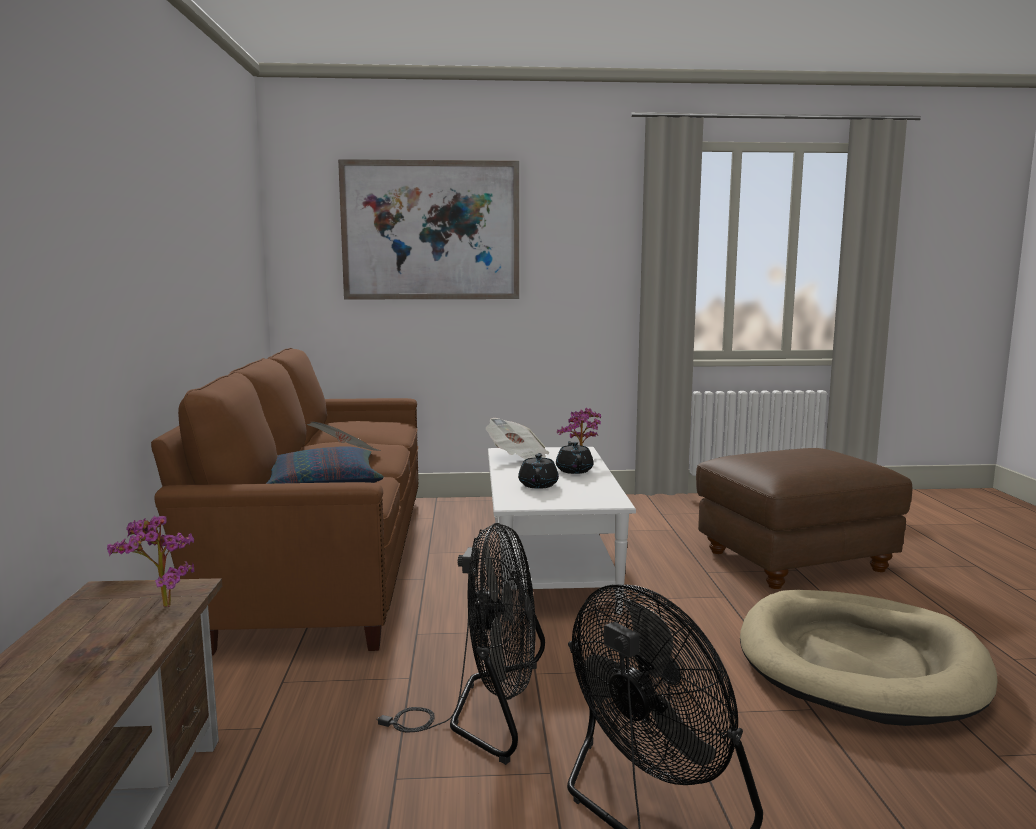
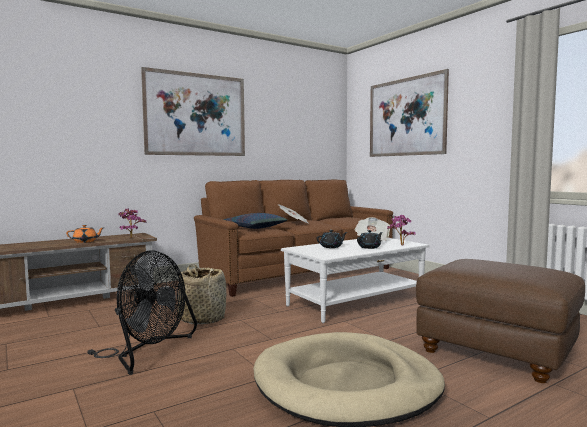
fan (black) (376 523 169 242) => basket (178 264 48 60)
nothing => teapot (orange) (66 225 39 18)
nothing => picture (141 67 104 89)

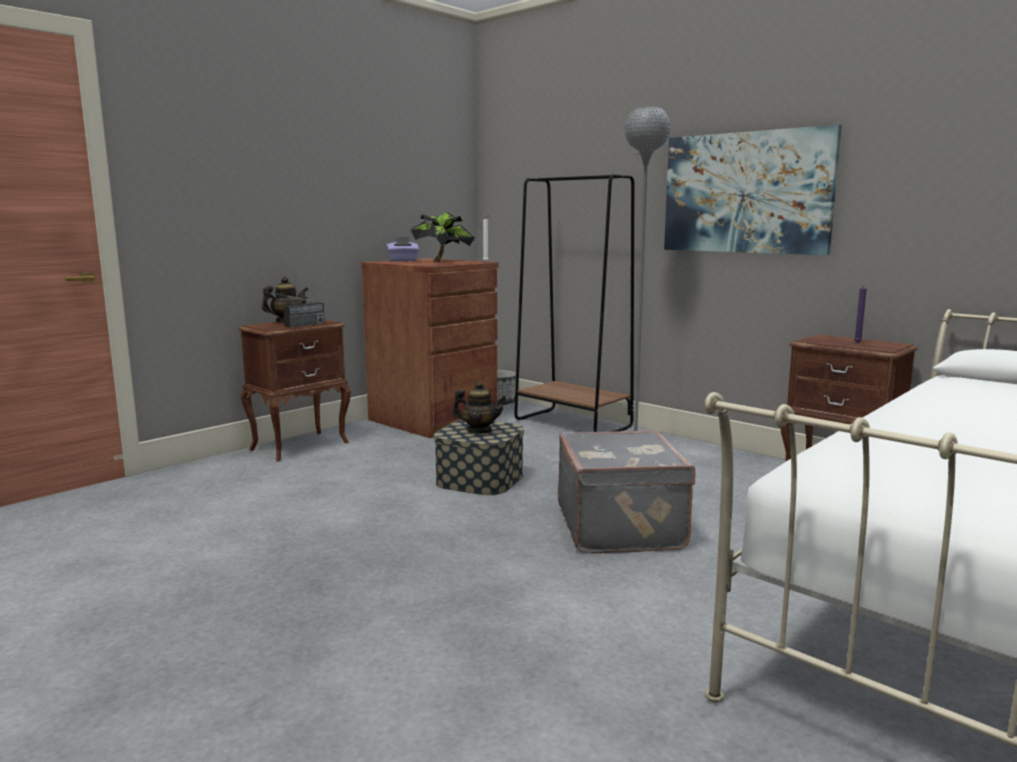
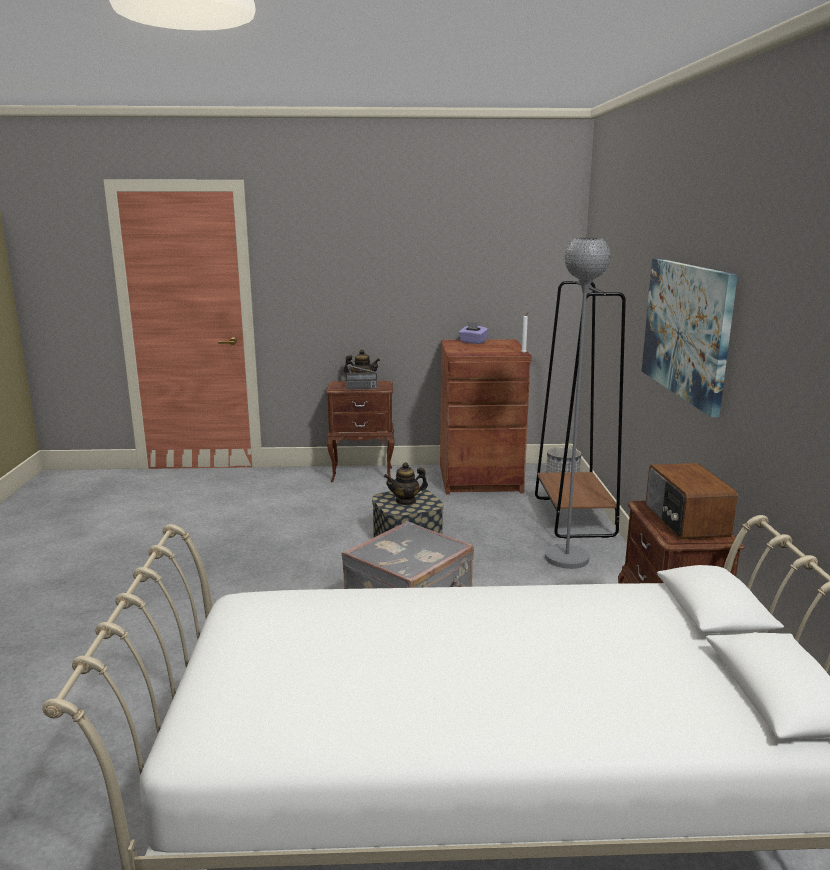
potted plant (411 212 64 50) => nothing
teapot (452 381 54 52) => teapot (384 462 44 43), 105 degrees clockwise
candle (purple) (854 282 13 61) => radio (646 463 92 76)

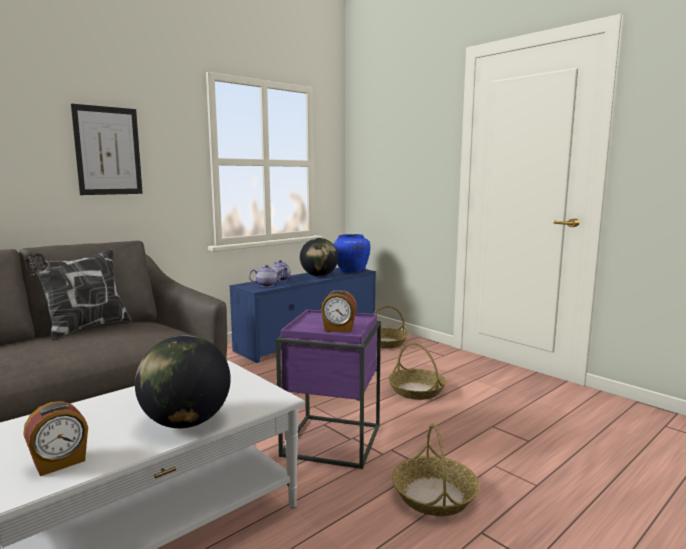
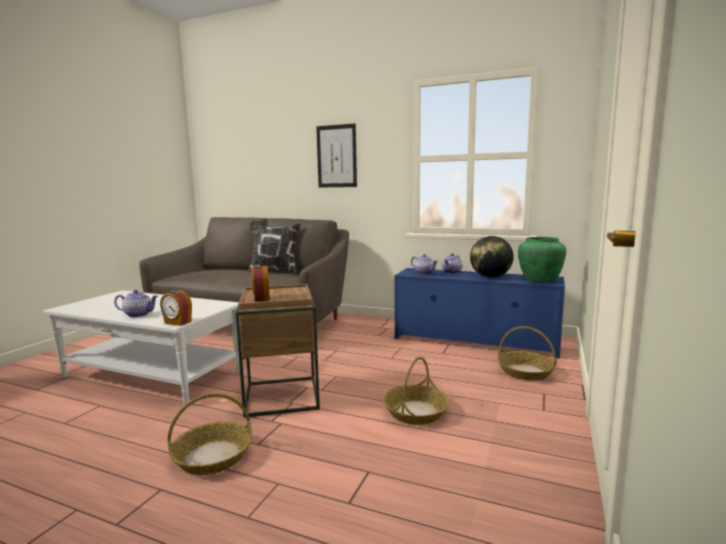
alarm clock (23 401 65 75) => alarm clock (160 290 32 36), shifted
globe (135 335 96 93) => teapot (114 290 44 27)
side table (purple) (276 309 105 160) => side table (brown) (236 284 84 134)
vase (blue) (333 234 37 39) => vase (green) (518 237 48 45)

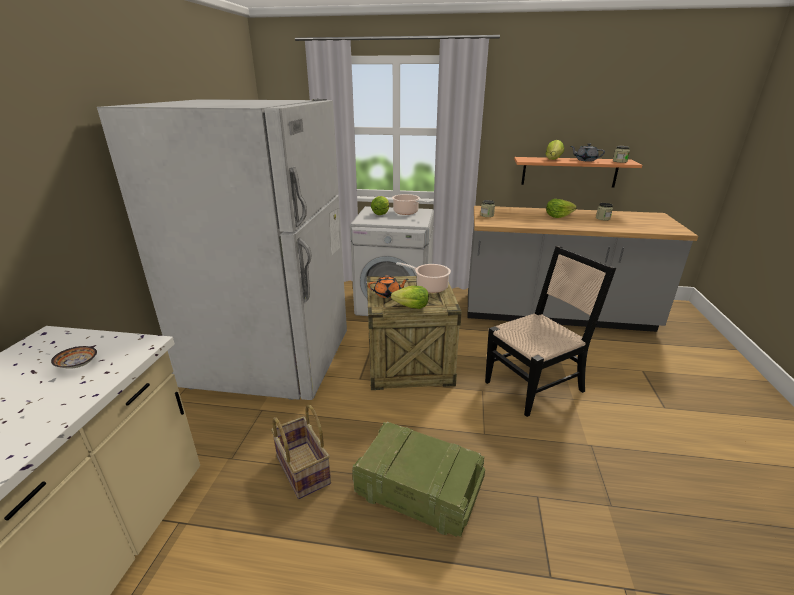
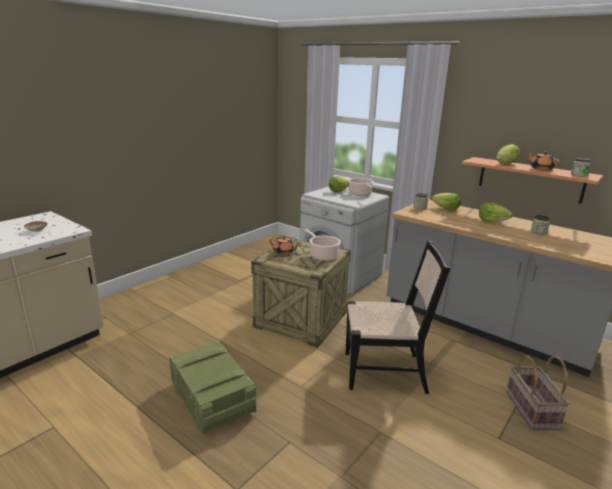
fridge (white) (97 98 250 302) => nothing
basket (271 405 60 94) => basket (506 355 64 75), shifted
lettuce (391 286 38 23) => lettuce (432 193 29 18), shifted
teapot (grey) (571 143 34 19) => teapot (orange) (528 151 32 20)

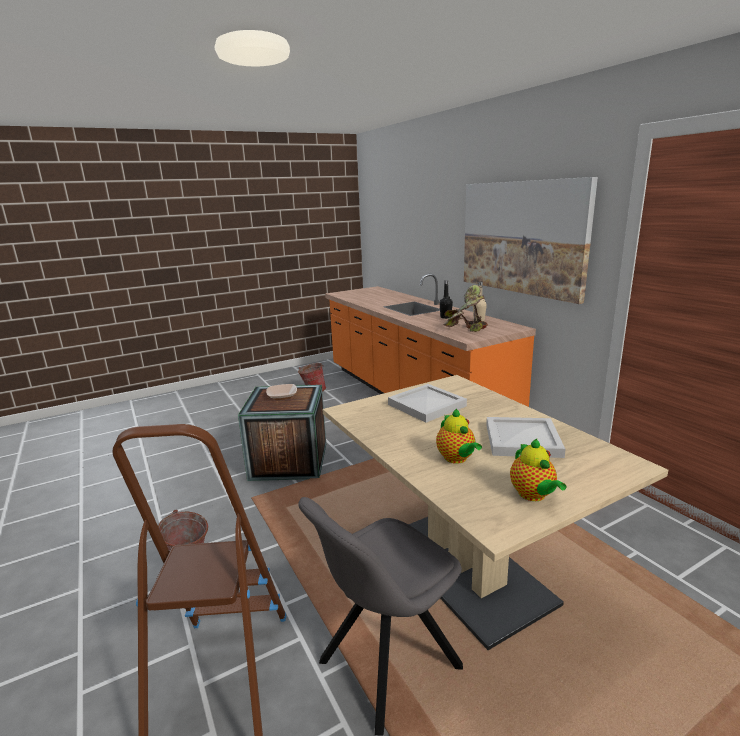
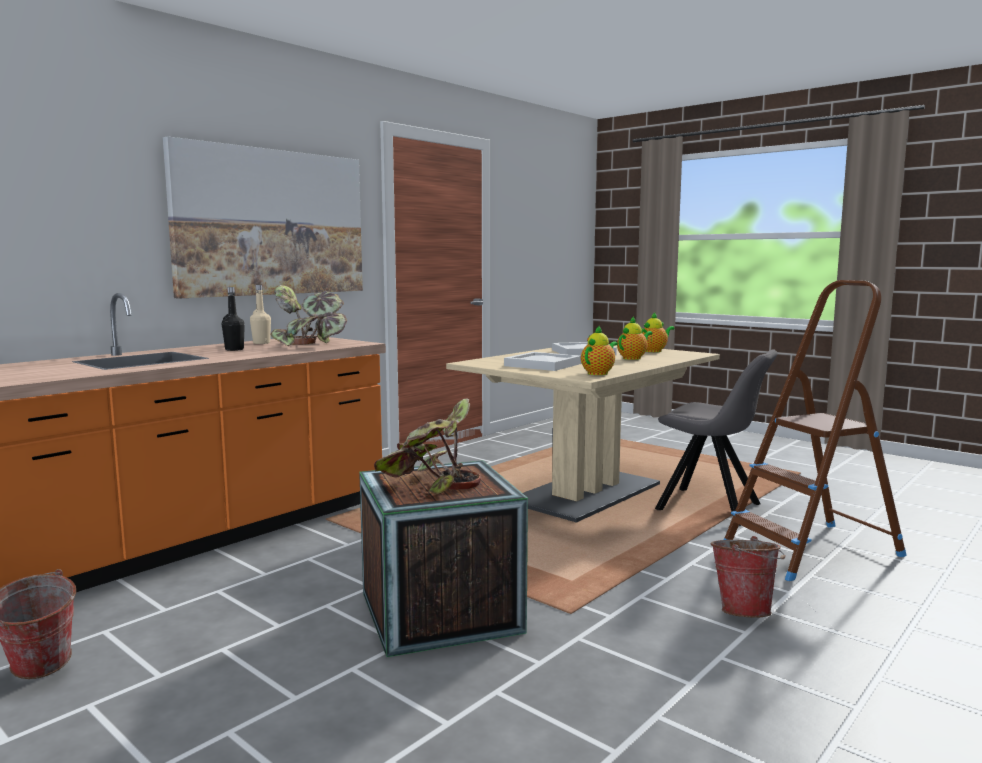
bowl (266 384 31 16) => potted plant (374 399 107 95)
nothing => teapot (581 325 37 50)

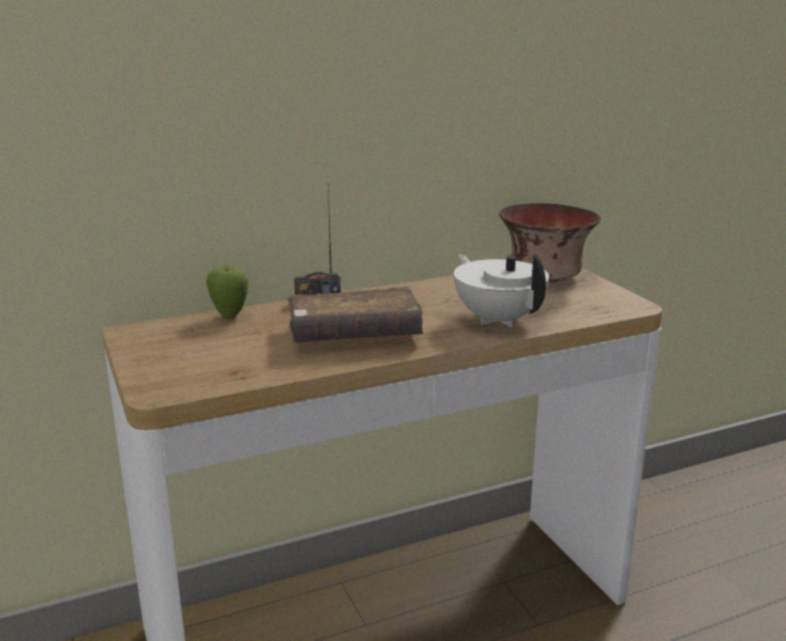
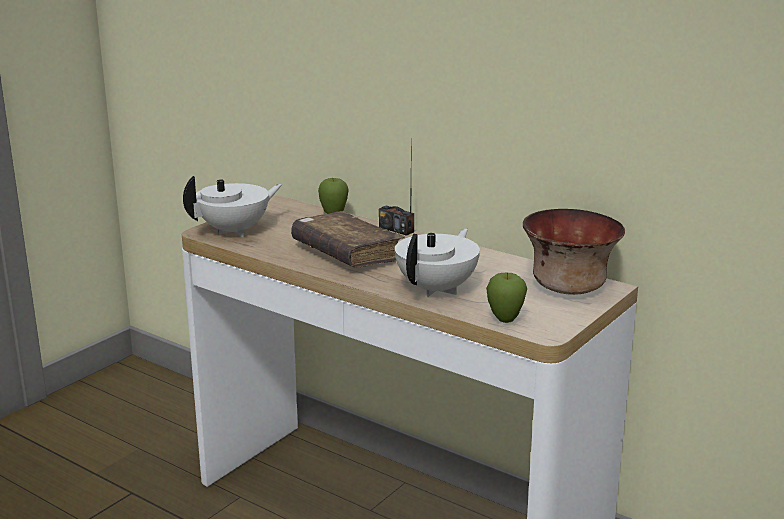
nothing => teapot (white) (183 176 99 61)
nothing => apple (486 273 41 50)

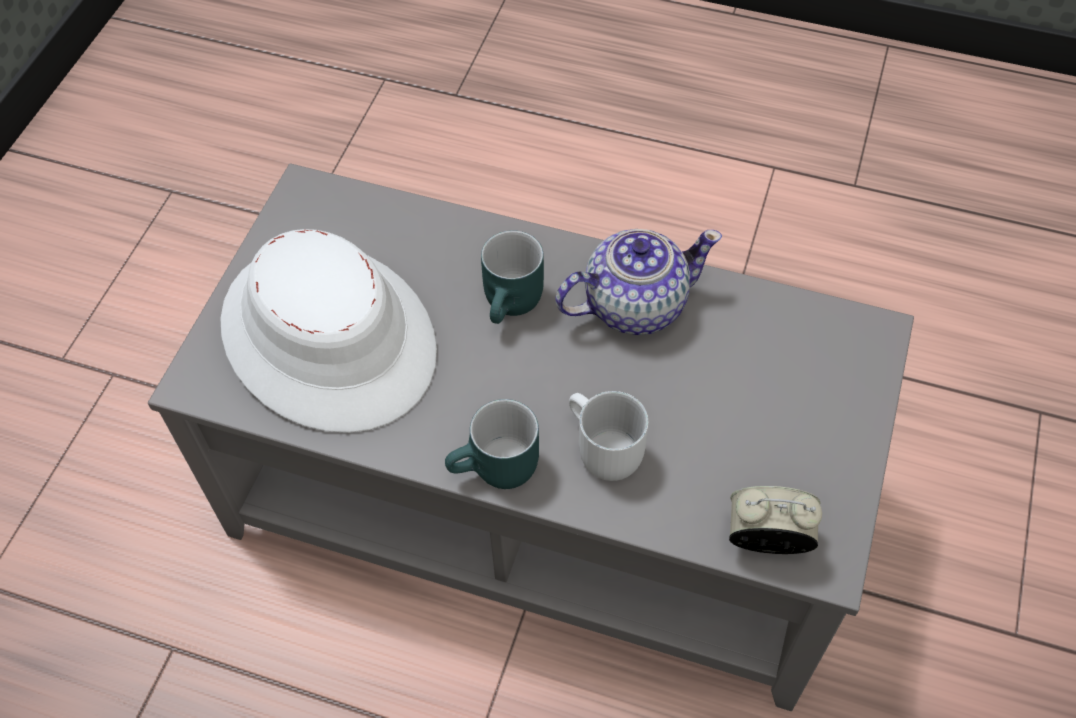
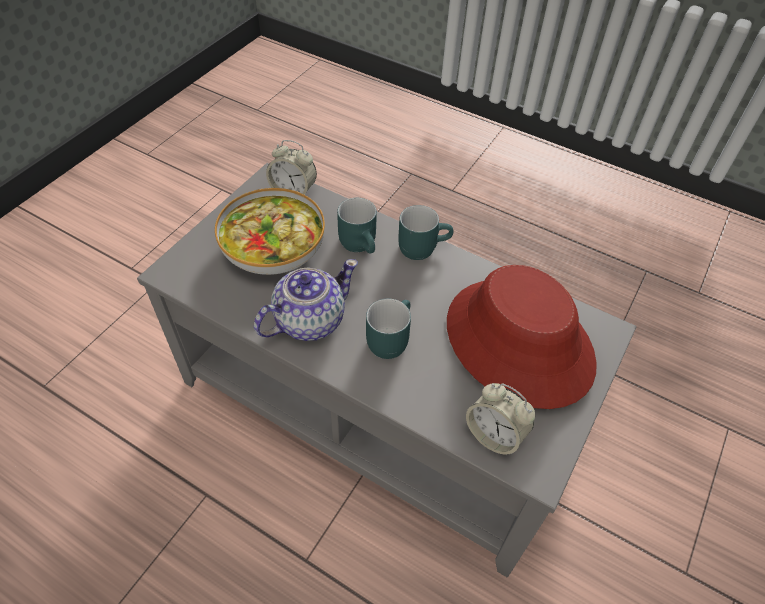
hat (white) (221 229 216 204) => hat (red) (447 265 150 144)
teapot (555 229 167 106) => teapot (254 259 104 82), 150 degrees clockwise
mug (white) (569 391 79 90) => mug (turquoise) (337 198 40 56)
nothing => bowl (215 188 110 87)
nothing => alarm clock (466 383 69 72)

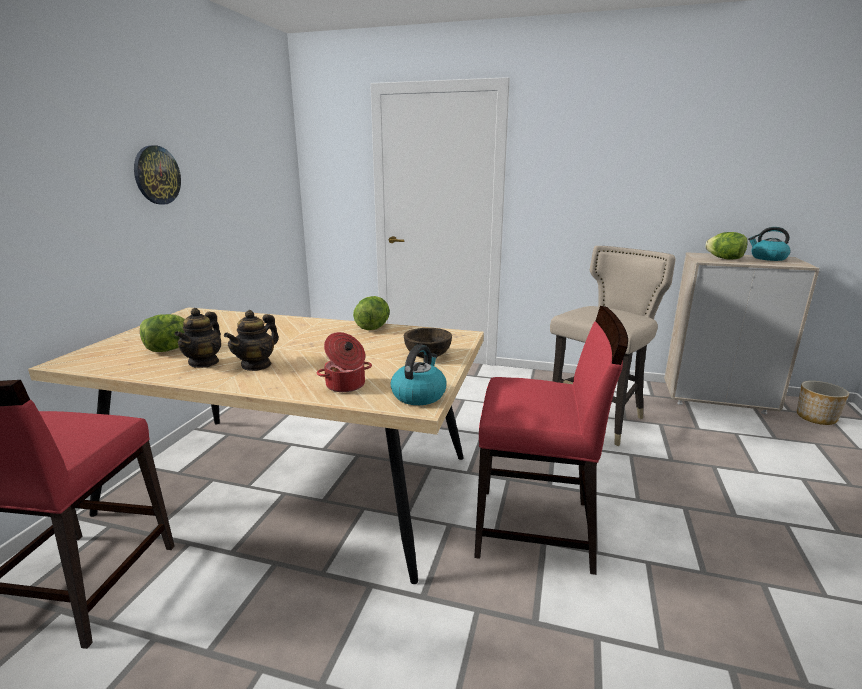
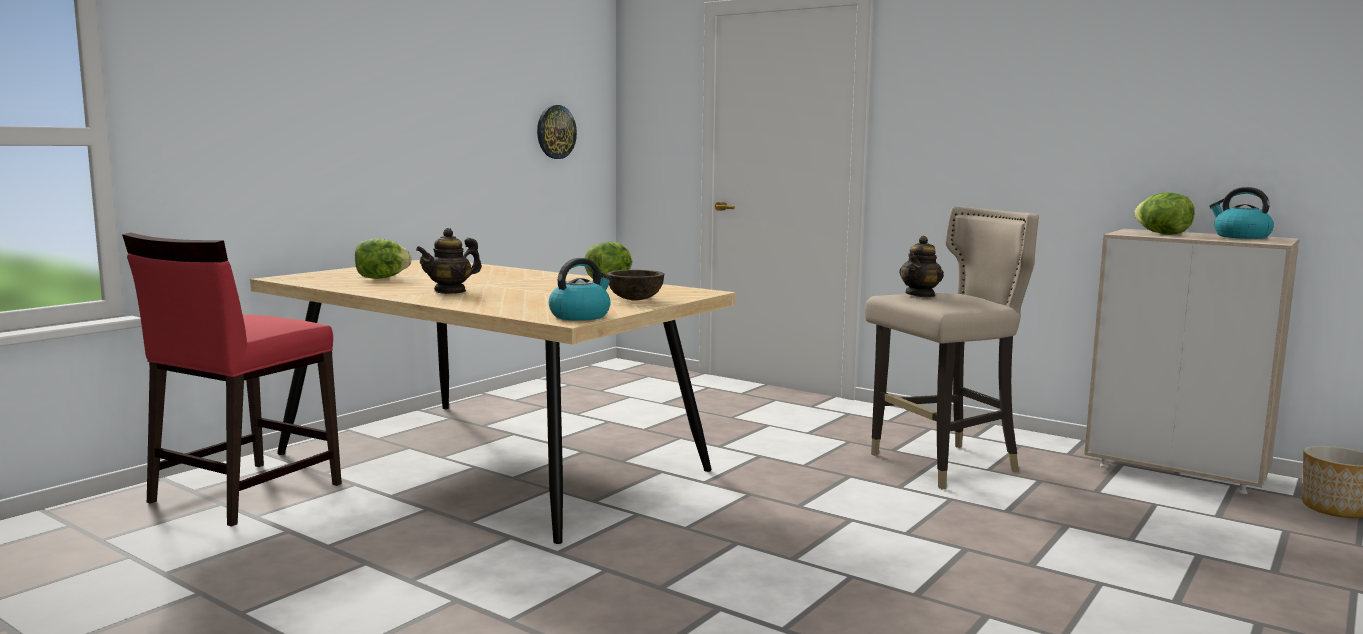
wall clock (134 145 47 60) => wall clock (537 105 40 54), shifted
teapot (175 308 46 60) => teapot (899 236 45 61), shifted
cooking pot (317 332 55 60) => nothing
chair (red) (474 306 154 269) => nothing

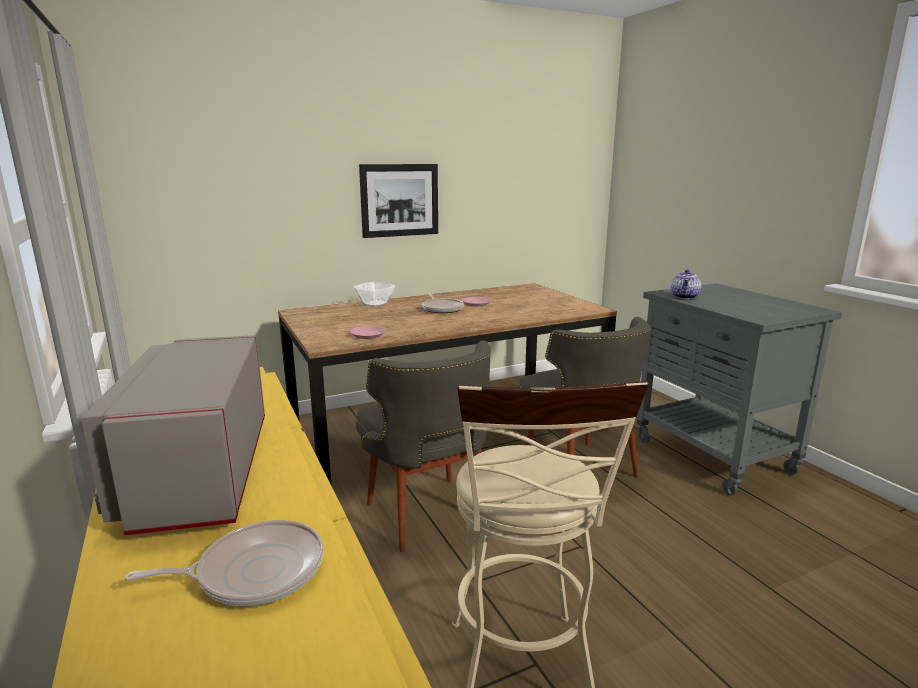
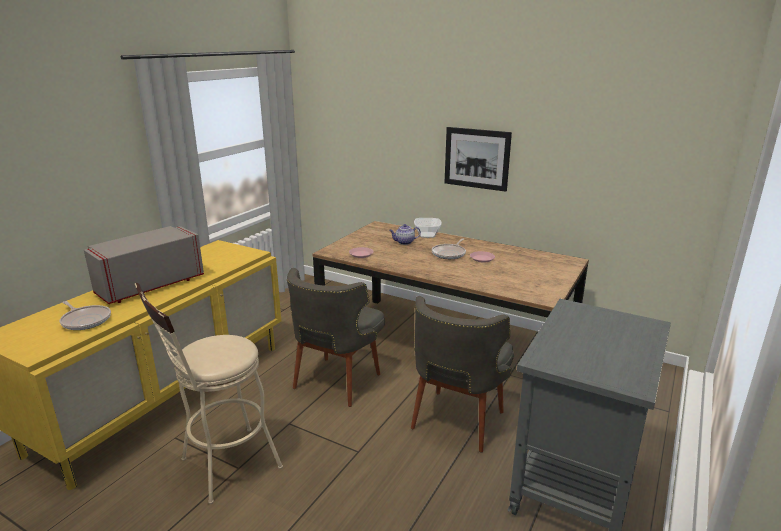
teapot (671 269 30 30) => teapot (389 224 32 21), shifted

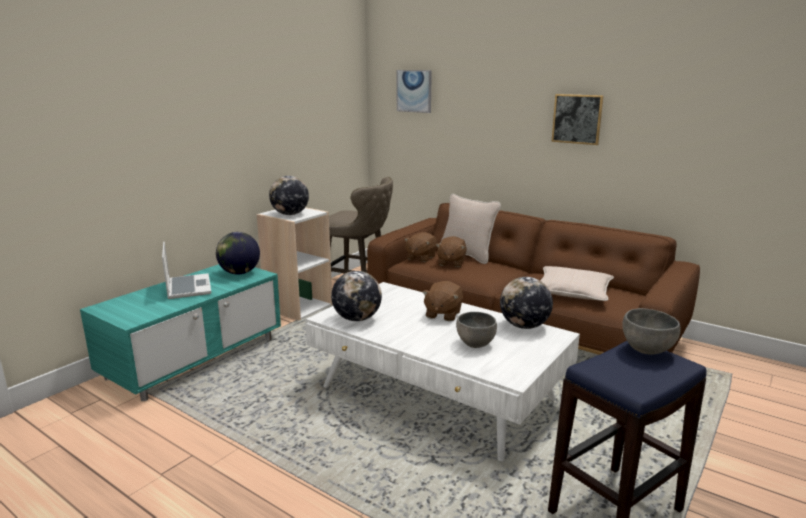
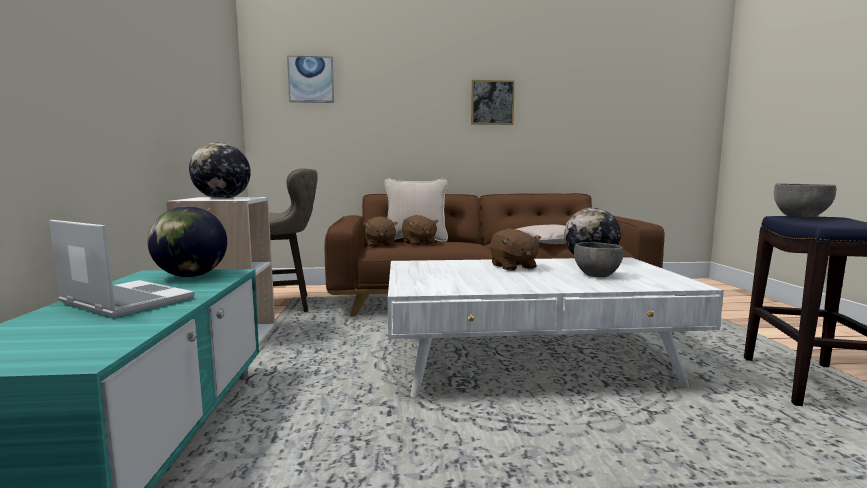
globe (331 271 51 50) => nothing

